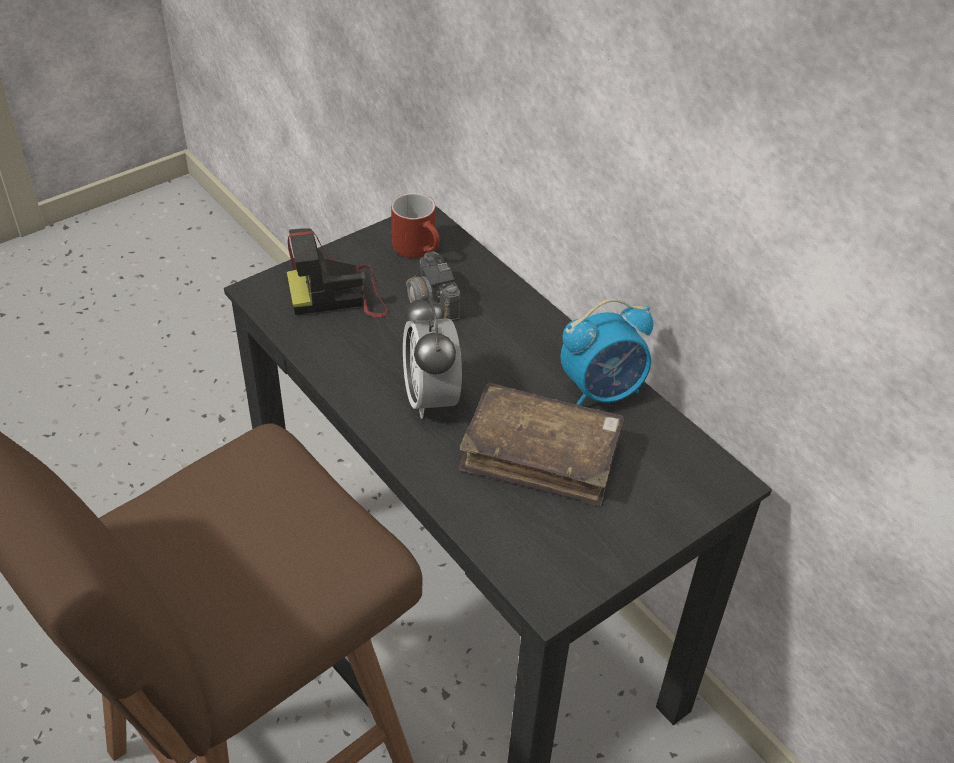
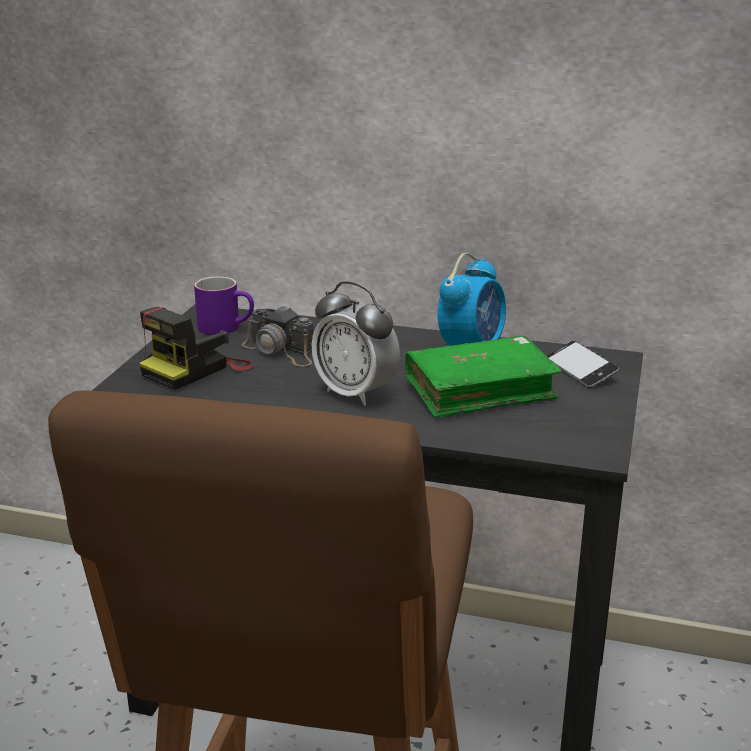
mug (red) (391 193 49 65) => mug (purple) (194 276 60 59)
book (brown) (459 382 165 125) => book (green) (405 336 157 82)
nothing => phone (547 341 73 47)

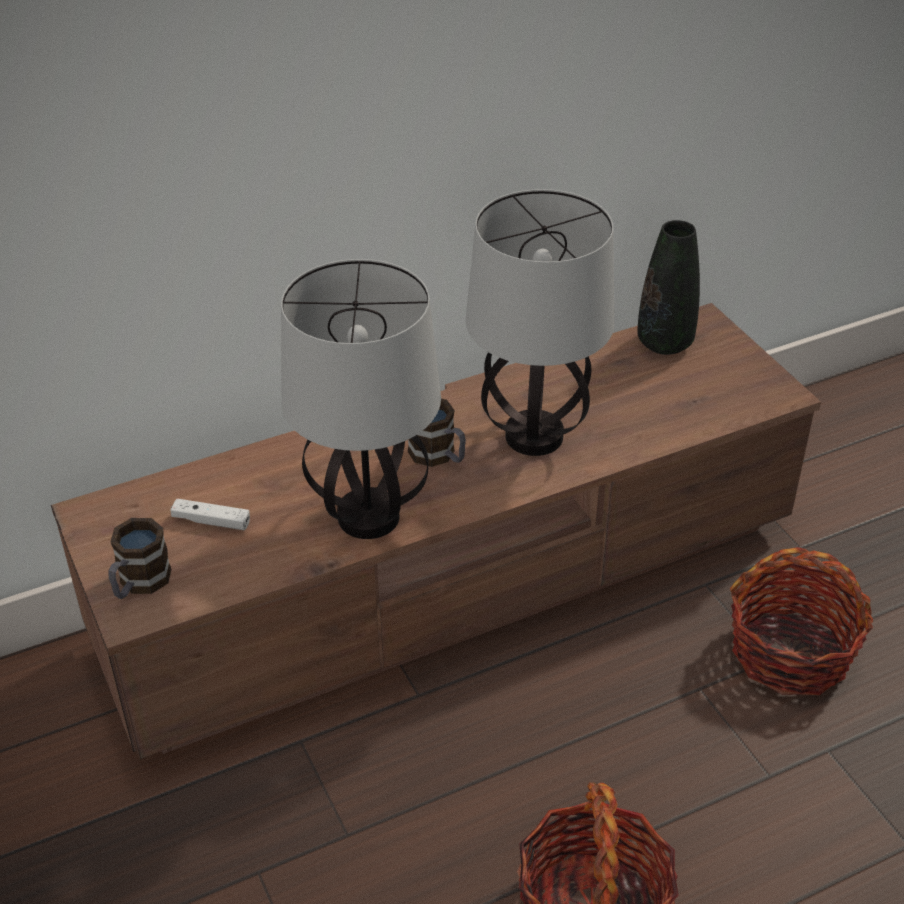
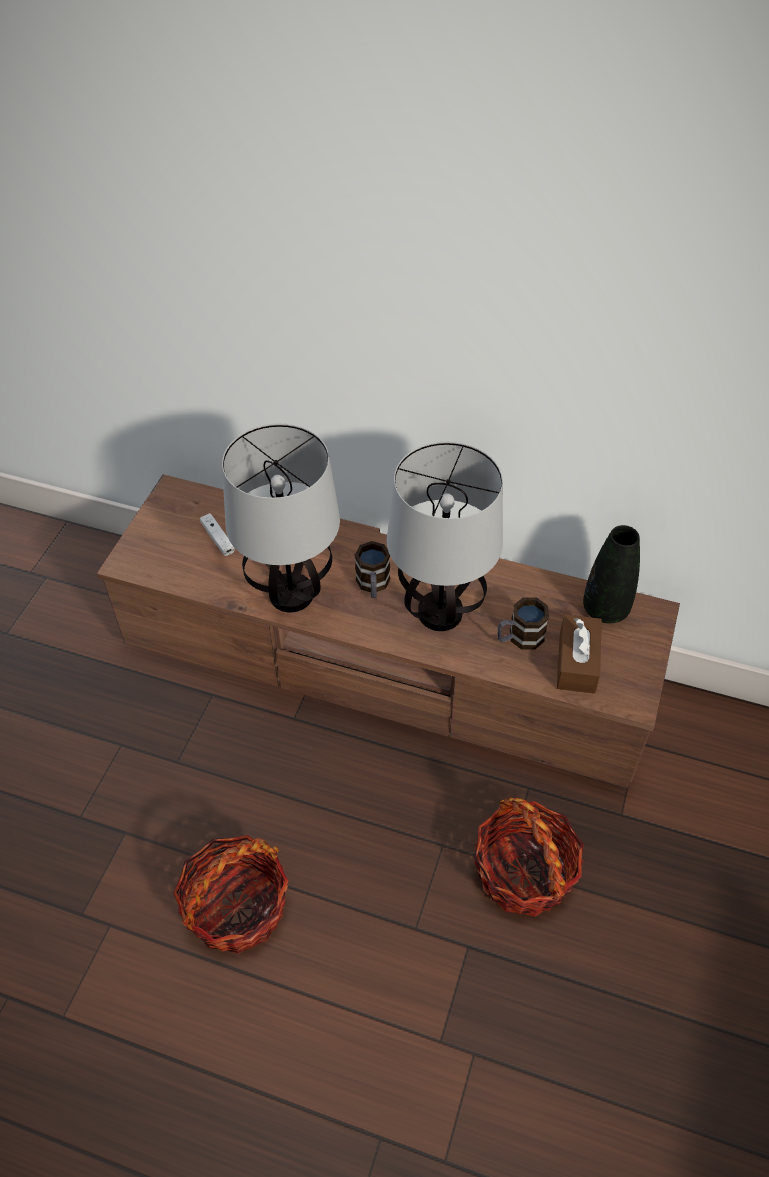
mug (109 518 62 81) => mug (497 598 52 52), shifted
nothing => tissue box (brown) (557 614 45 80)

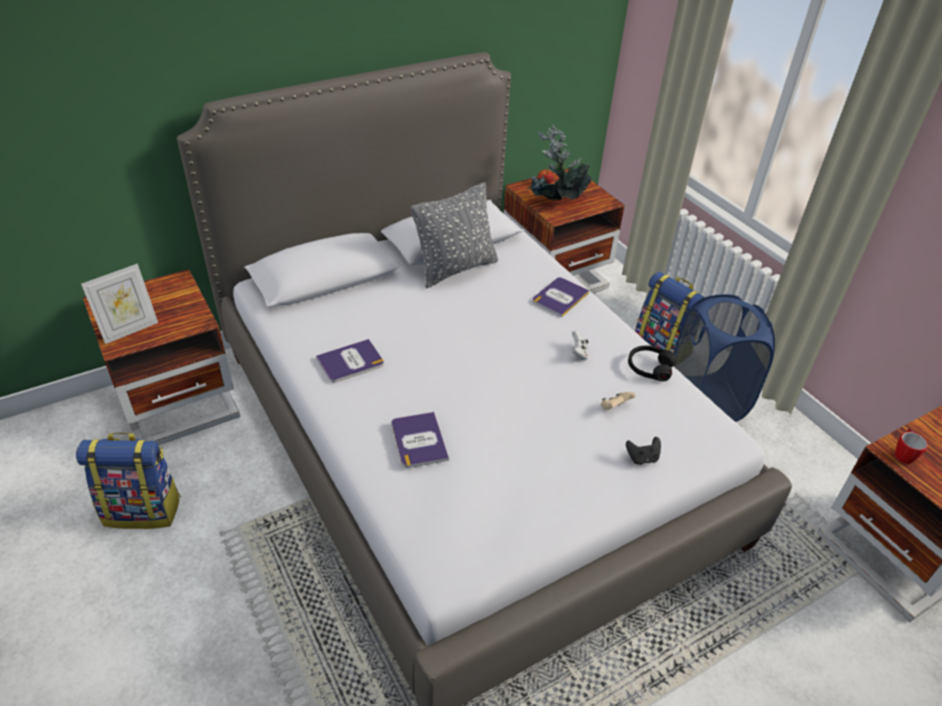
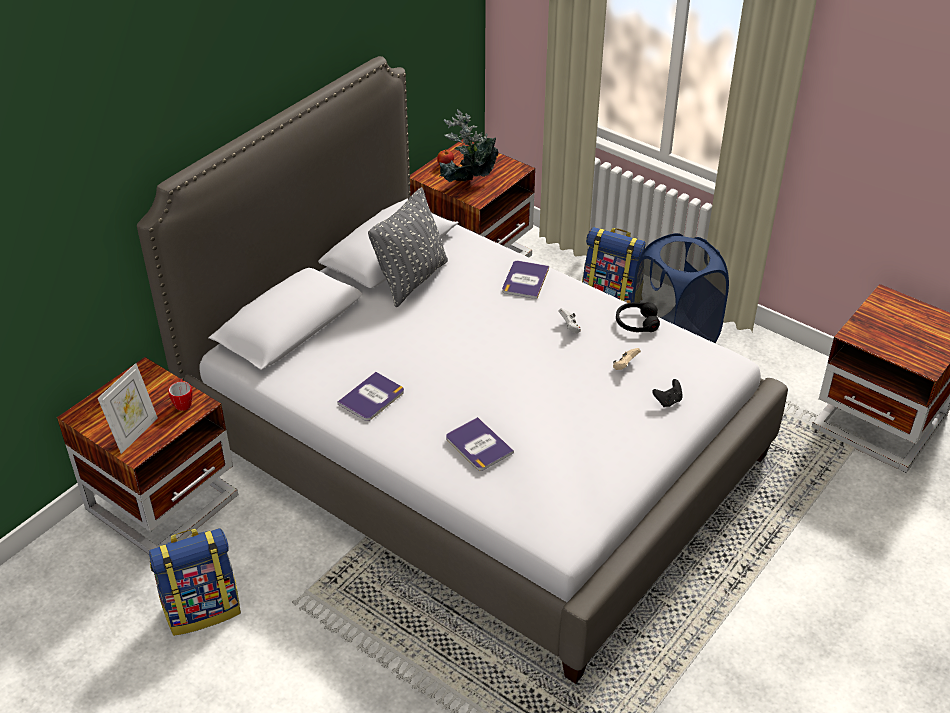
mug (895 428 33 36) => mug (168 379 24 32), shifted

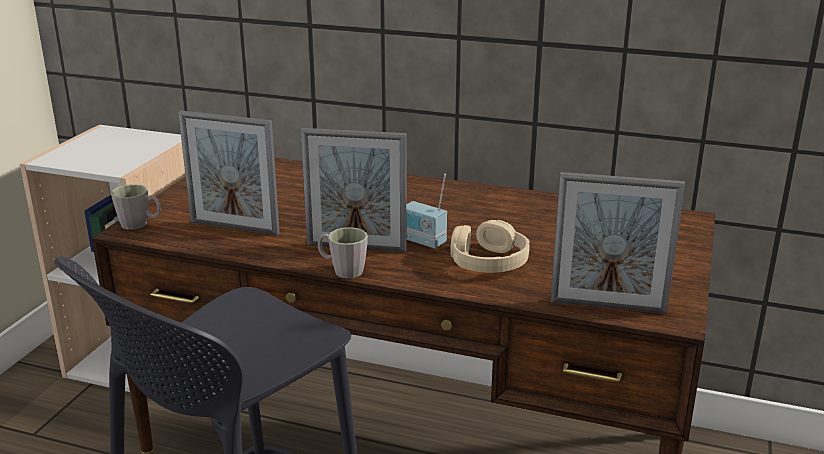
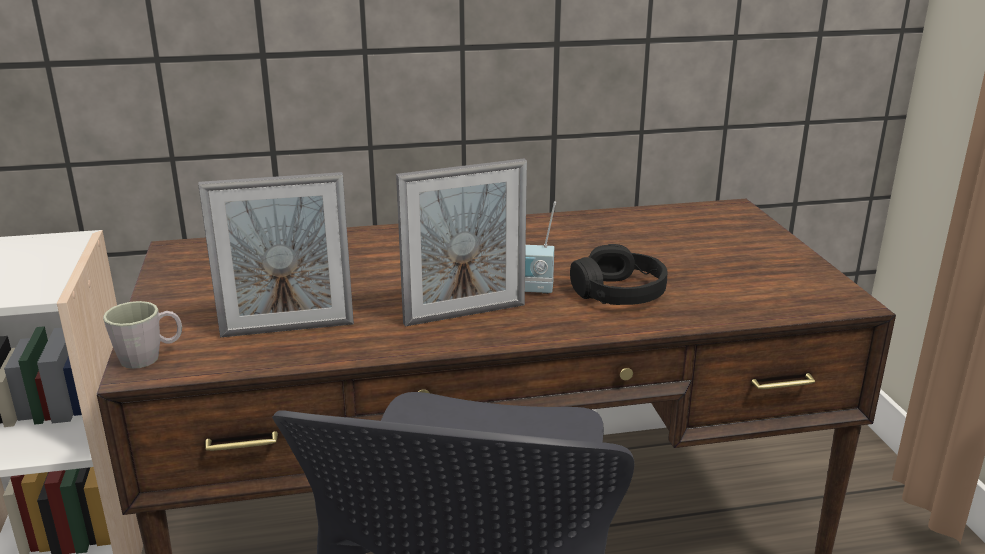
mug (grey) (318 227 50 51) => nothing
headphones (beige) (450 220 80 53) => headphones (black) (570 244 97 61)
picture frame (550 172 135 142) => nothing

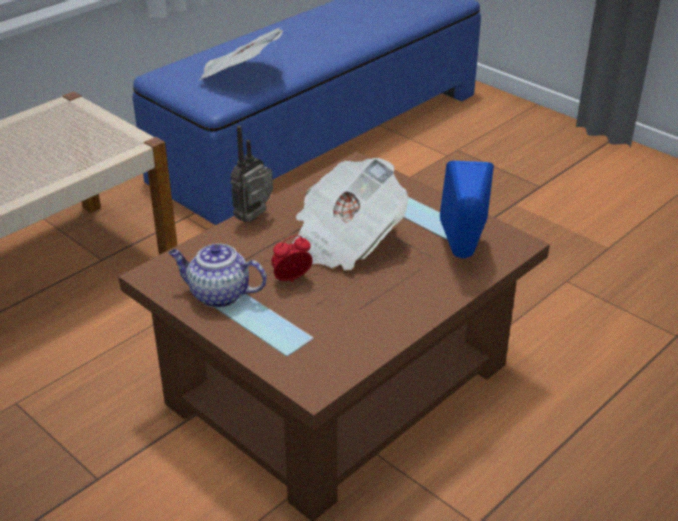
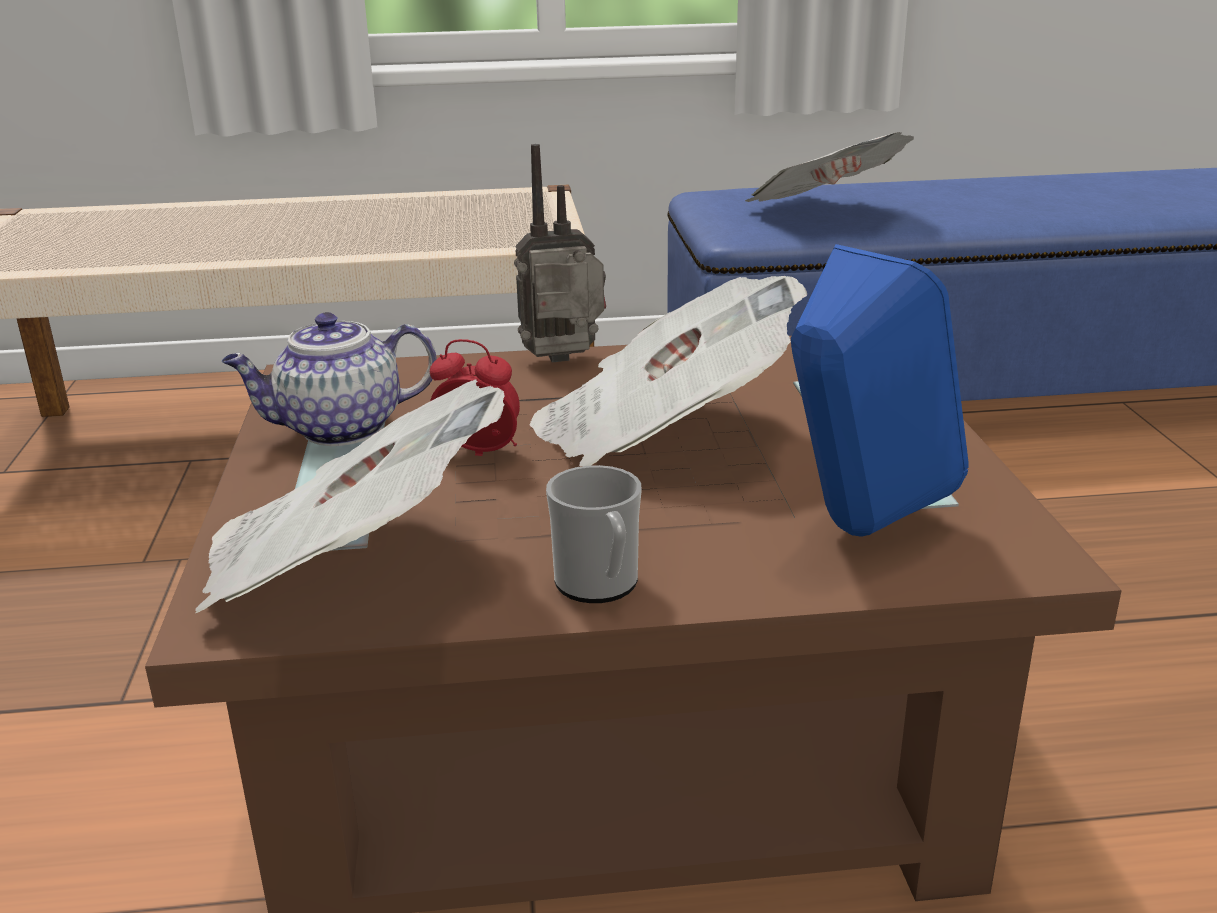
teapot (169 243 98 65) => teapot (222 312 214 134), 75 degrees counterclockwise
nothing => newspaper (195 380 310 233)
nothing => mug (546 465 96 138)

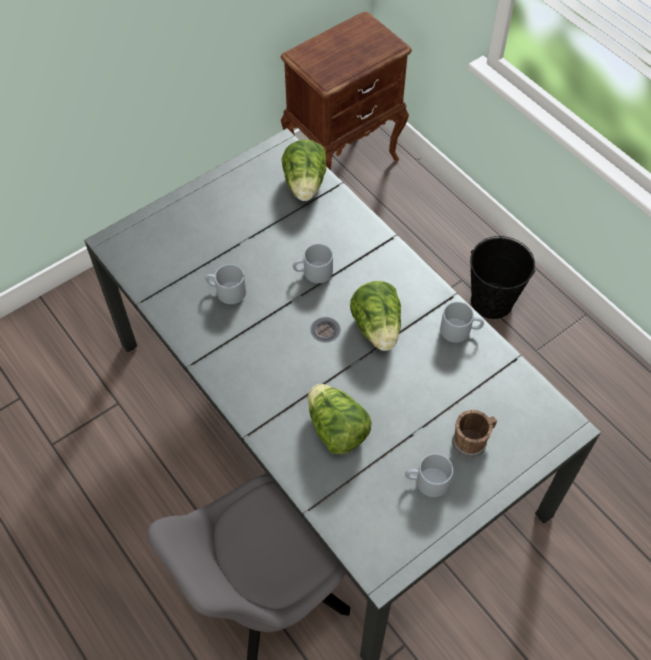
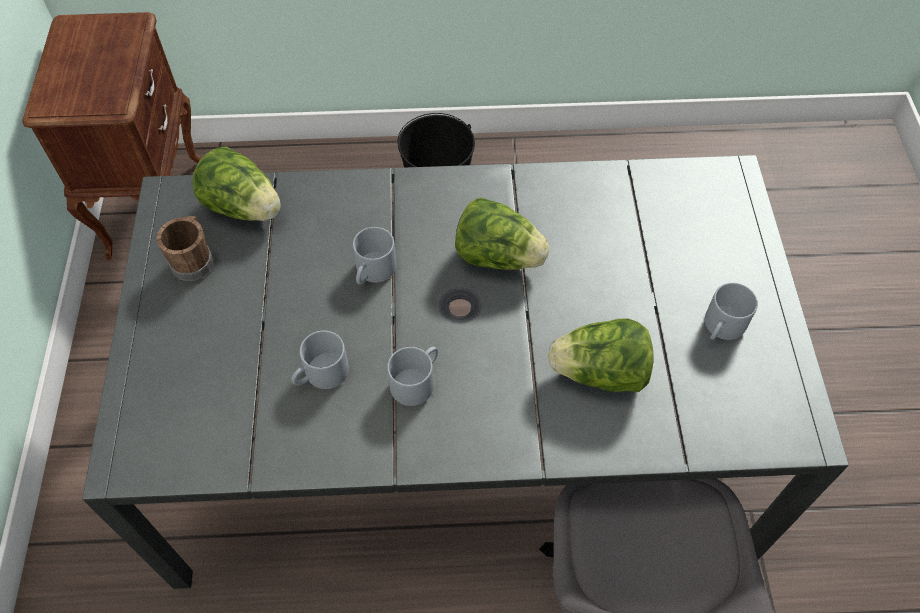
mug (grey) (440 302 44 41) => mug (grey) (387 347 51 59), shifted
mug (brown) (452 410 45 49) => mug (brown) (156 216 57 65), shifted

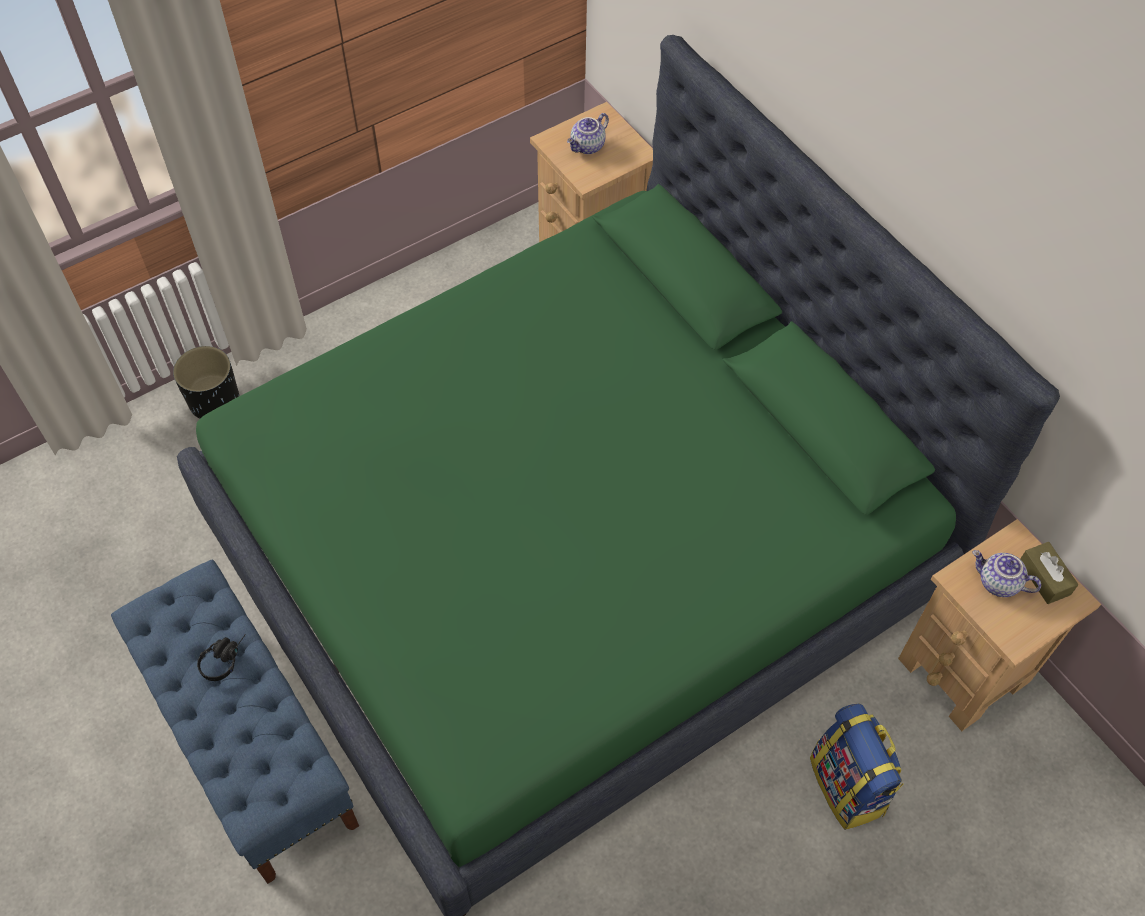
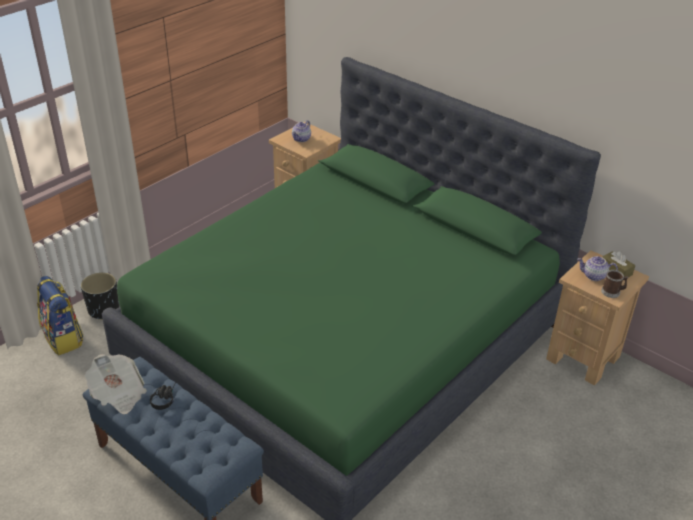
backpack (810 704 94 126) => backpack (37 276 47 80), shifted
nothing => newspaper (85 354 62 60)
nothing => mug (601 270 27 28)

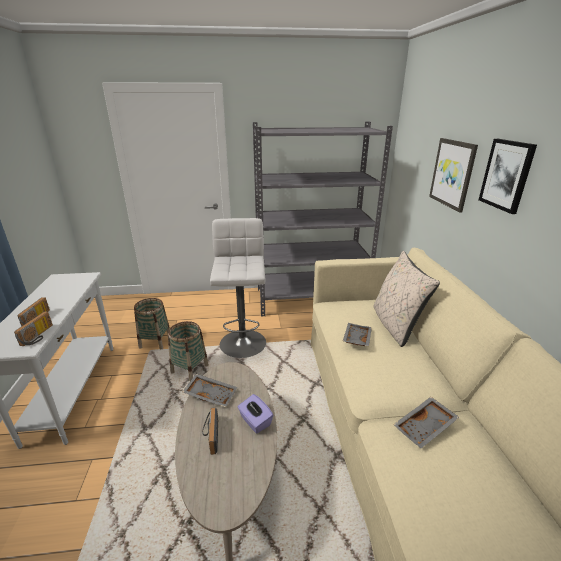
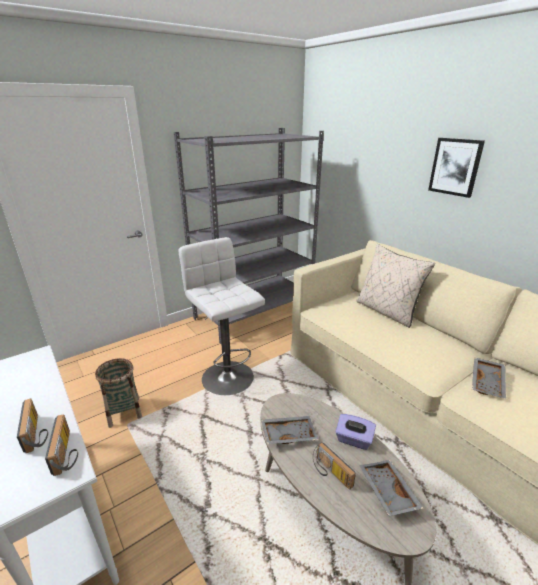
basket (168 321 41 60) => nothing
tray (grey) (343 323 29 23) => tray (grey) (359 460 65 56), shifted
picture (429 138 49 75) => nothing

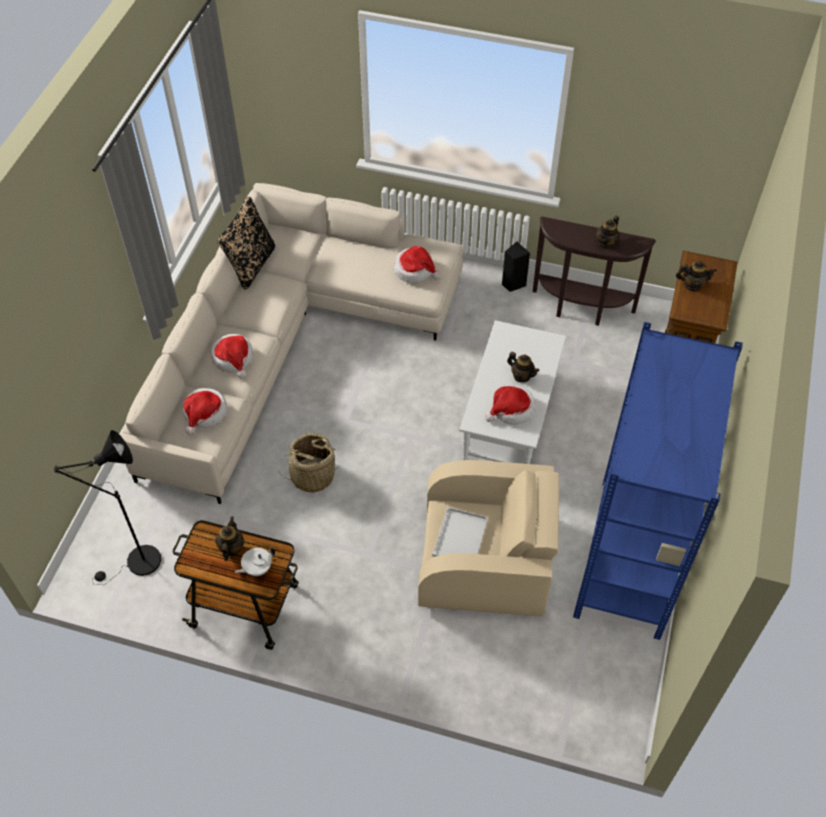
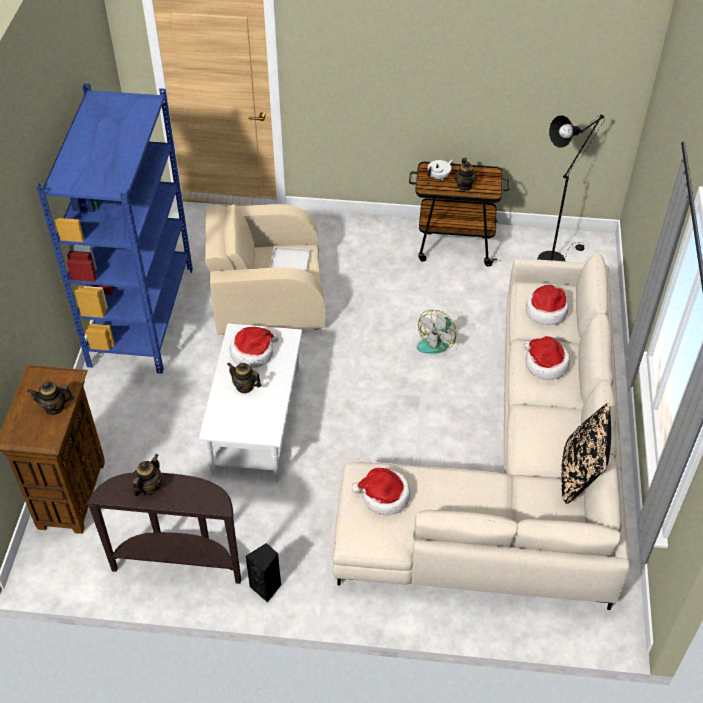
basket (279 433 62 60) => fan (417 310 40 44)

